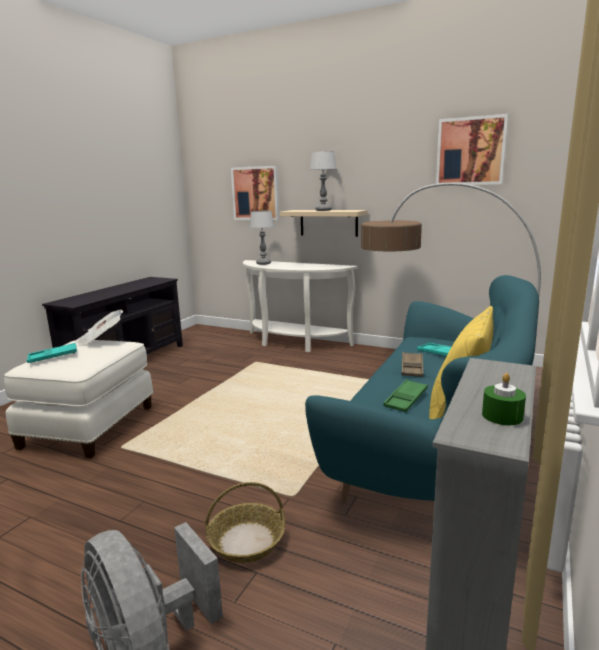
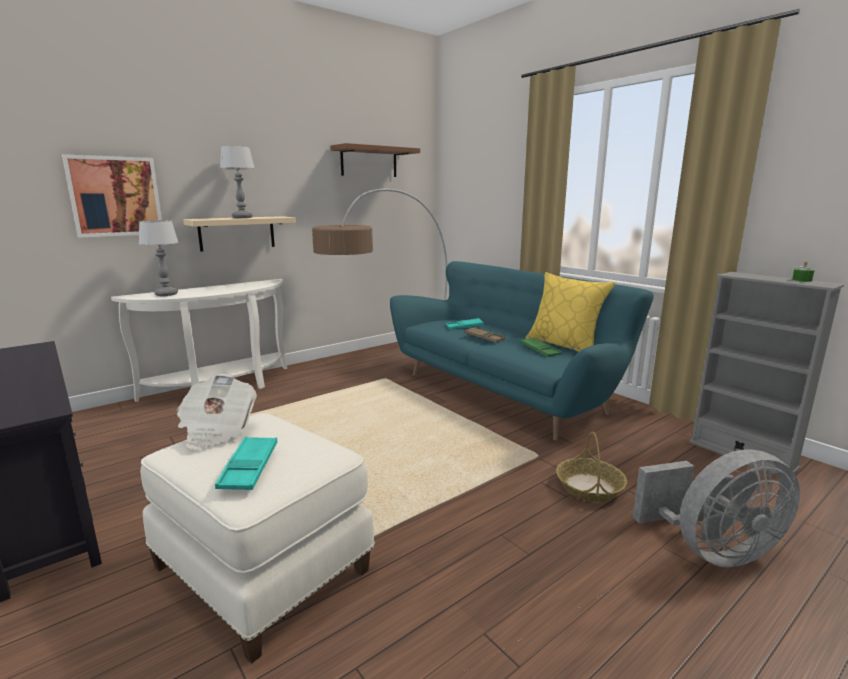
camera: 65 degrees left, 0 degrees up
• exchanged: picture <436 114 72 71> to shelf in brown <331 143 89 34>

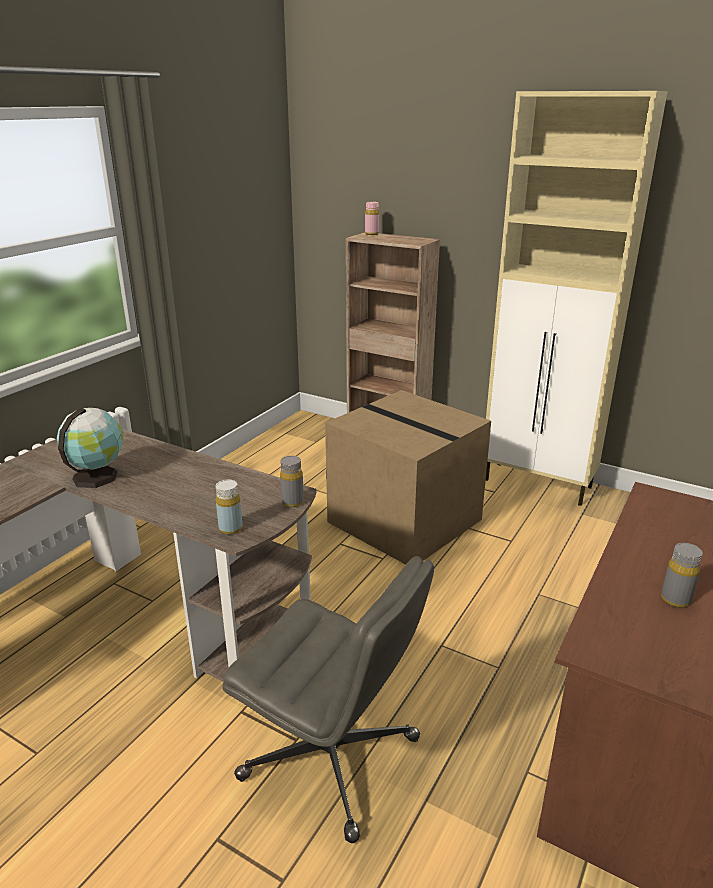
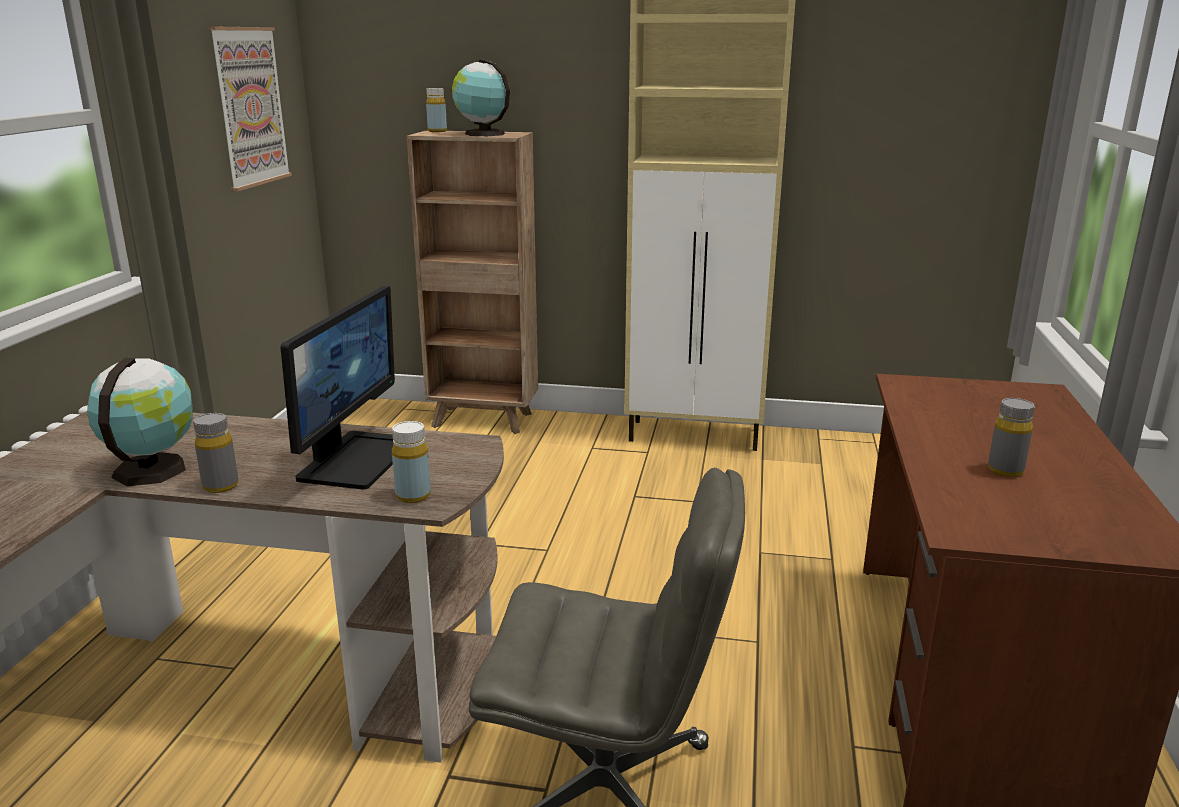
camera: 20 degrees left, 5 degrees down
• colour: bottle in pink <365 202 14 33> to bottle in yellow <426 88 21 44>
• missing: cardboard box <325 390 166 174>
• relocated: bottle in grey <280 456 24 51> to <193 413 46 80>
• appeared: picture <208 27 84 164>
• appeared: globe <452 60 58 76>
• appeared: monitor <281 286 114 204>

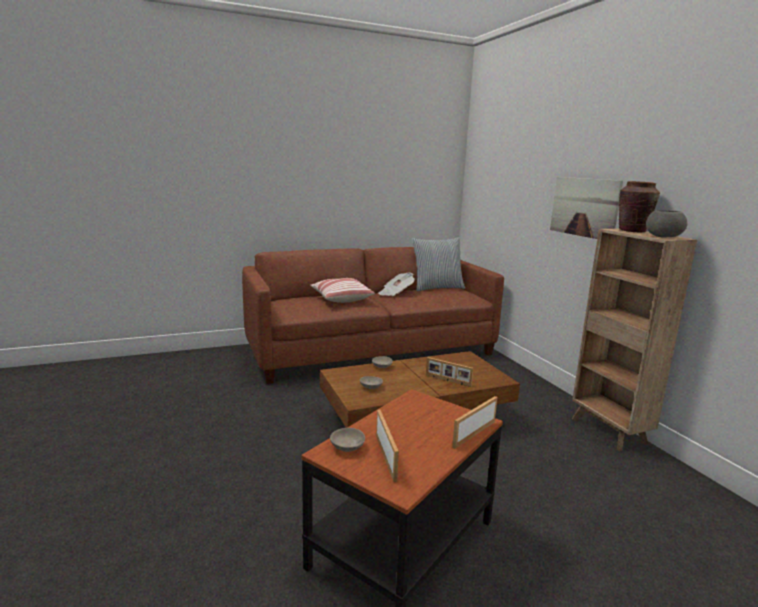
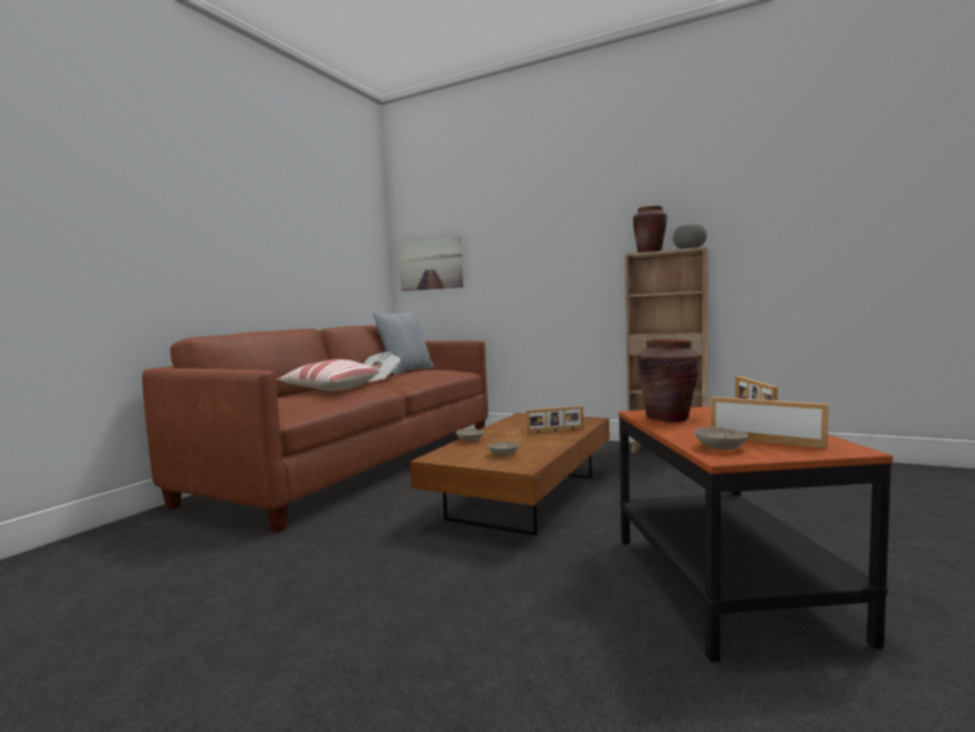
camera: 40 degrees left, 10 degrees down
• relocated: picture <550 177 73 62> to <399 237 64 54>
• appeared: vase in brown <638 339 62 83>

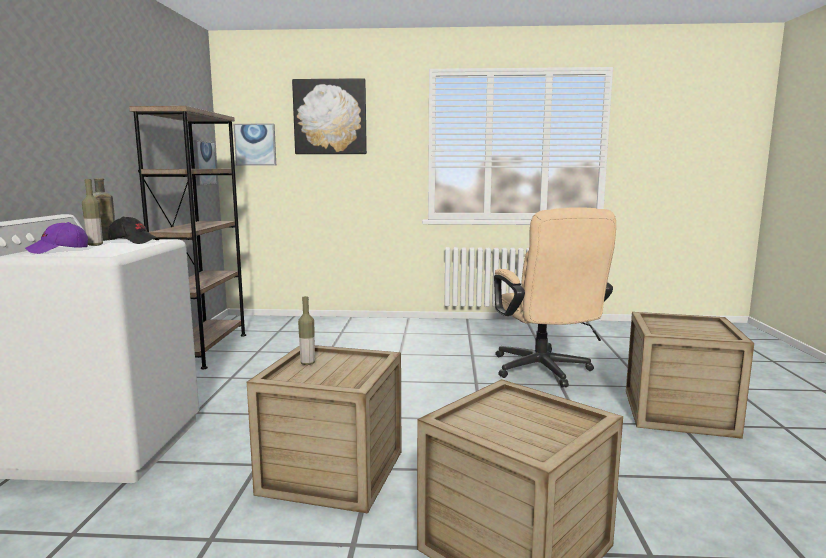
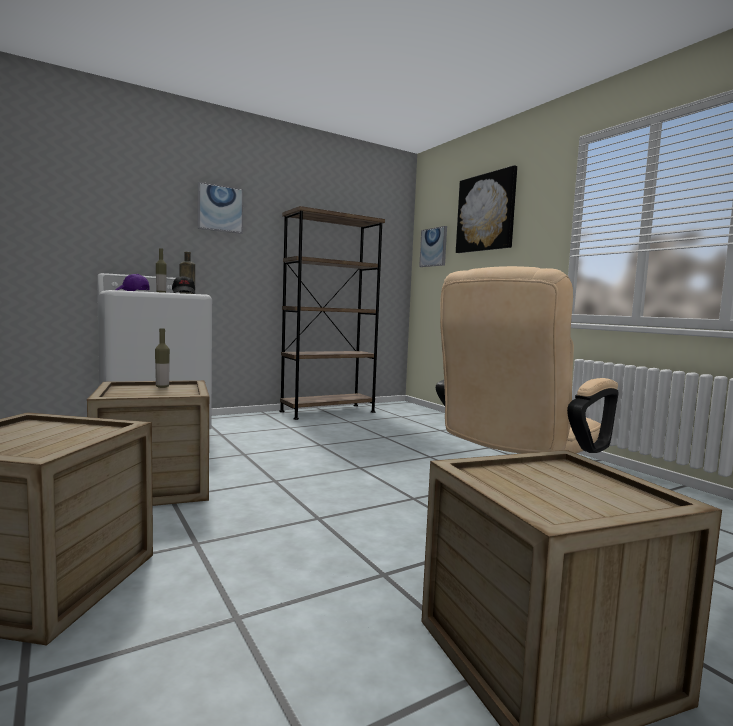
camera: 55 degrees right, 5 degrees down
• relocated: picture <193 140 24 45> to <198 182 45 52>

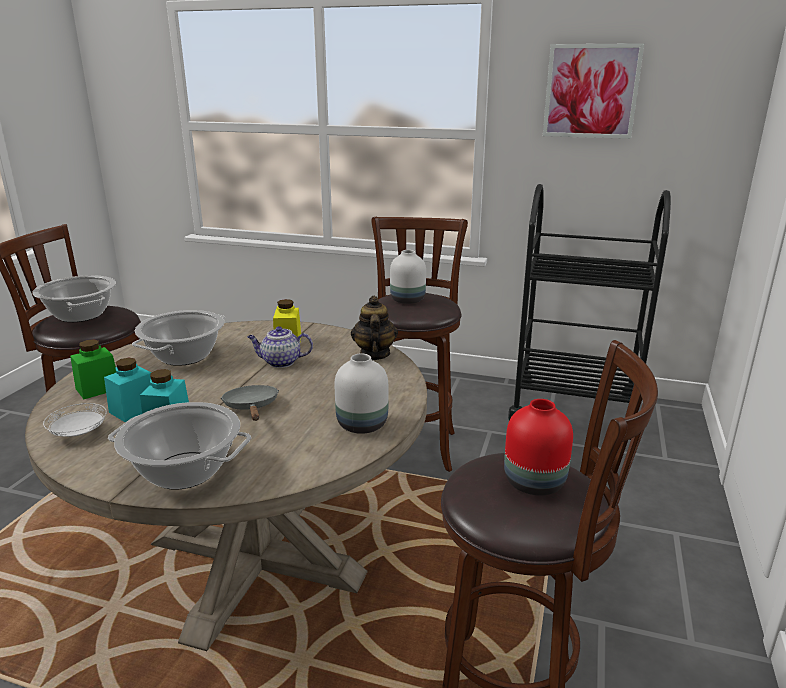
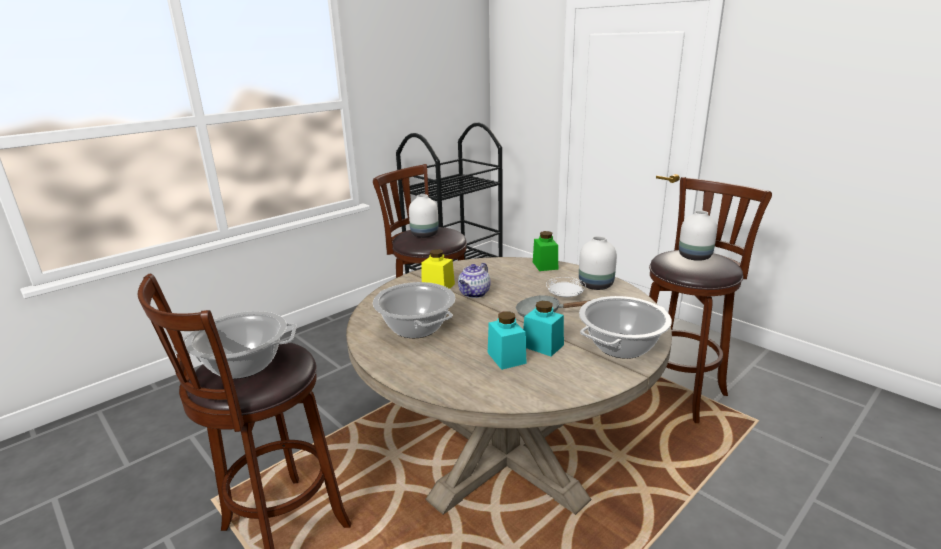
camera: 60 degrees left, 0 degrees up
• missing: picture <543 43 101 96>
• missing: teapot <351 296 47 64>
• relocated: jar in green <70 339 46 60> to <533 231 25 40>
• colour: vase in red <504 399 69 96> to vase in white <679 210 38 51>
• relocated: plate in white <43 403 64 34> to <546 277 40 20>

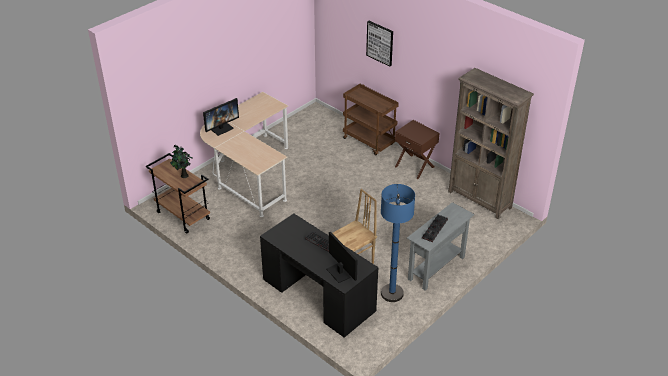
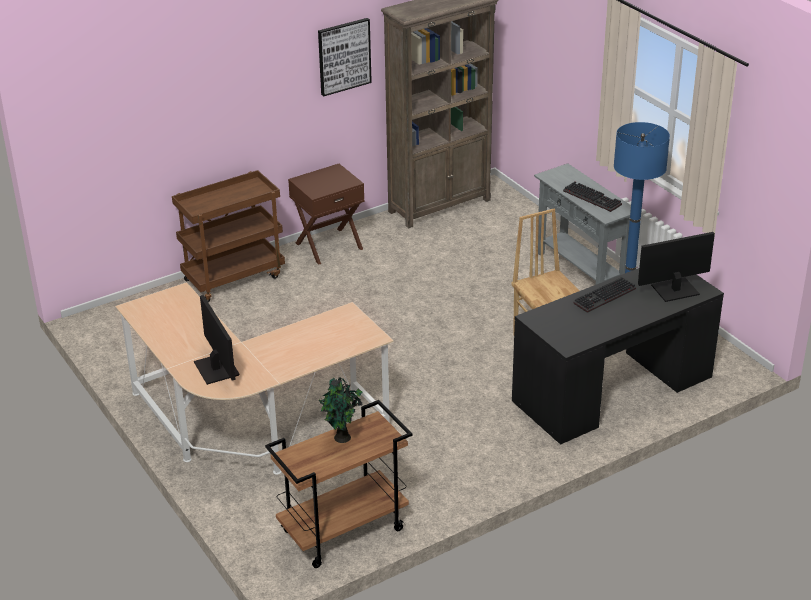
camera: 75 degrees left, 5 degrees down
• relocated: picture <366 21 27 46> to <318 18 54 78>

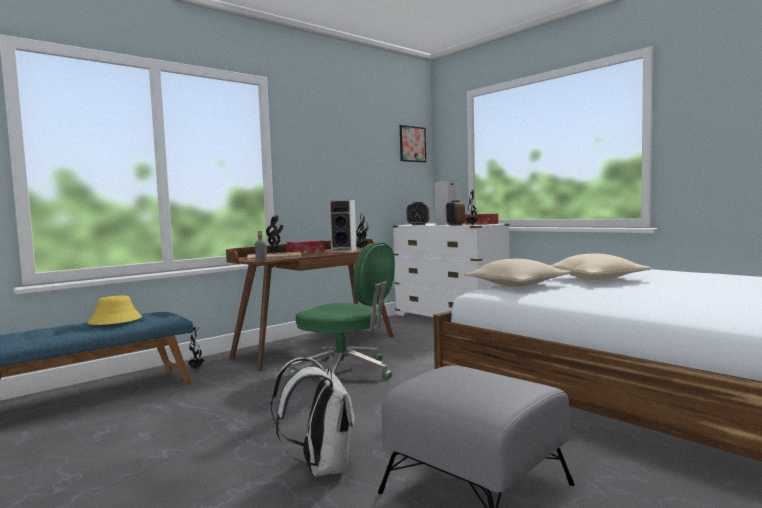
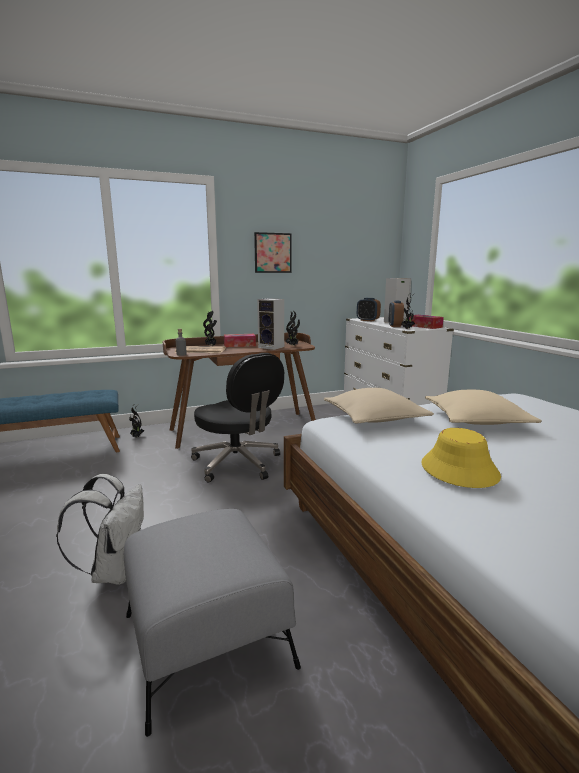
camera: 20 degrees right, 10 degrees up
• relocated: picture <400 125 26 37> to <254 232 38 41>
• colour: office chair in green <289 242 106 138> to office chair in black <191 353 93 130>
• relocated: hat in yellow <88 295 54 30> to <421 428 80 60>

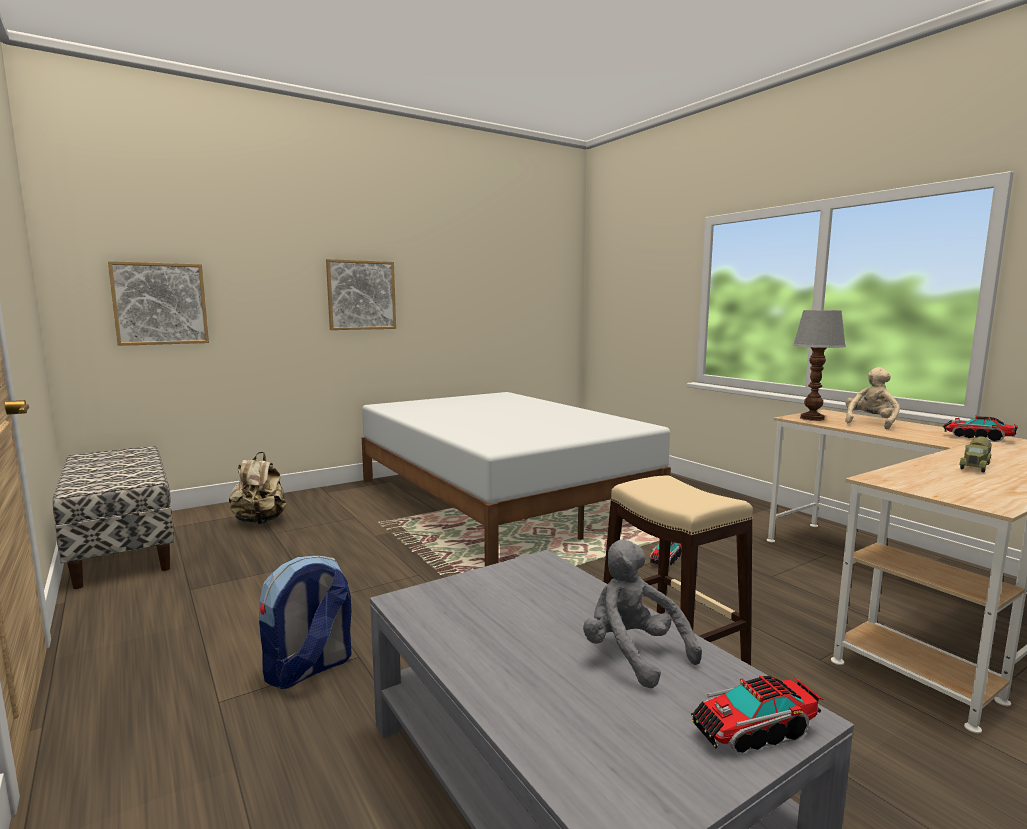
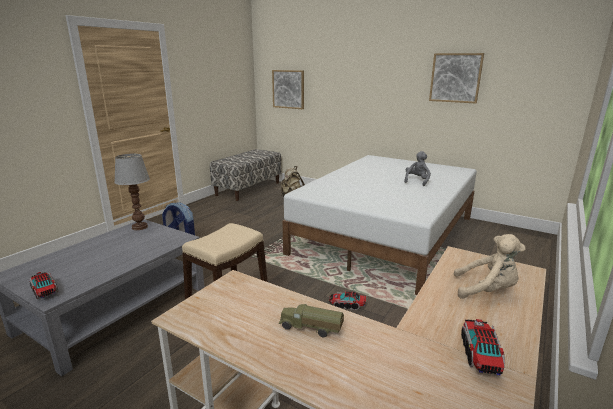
camera: 65 degrees right, 10 degrees up
• relocated: picture <326 259 70 71> to <429 53 55 50>
• relocated: table lamp <793 310 53 111> to <114 154 36 76>
• relocated: plush toy in grey <583 539 119 150> to <404 151 27 35>

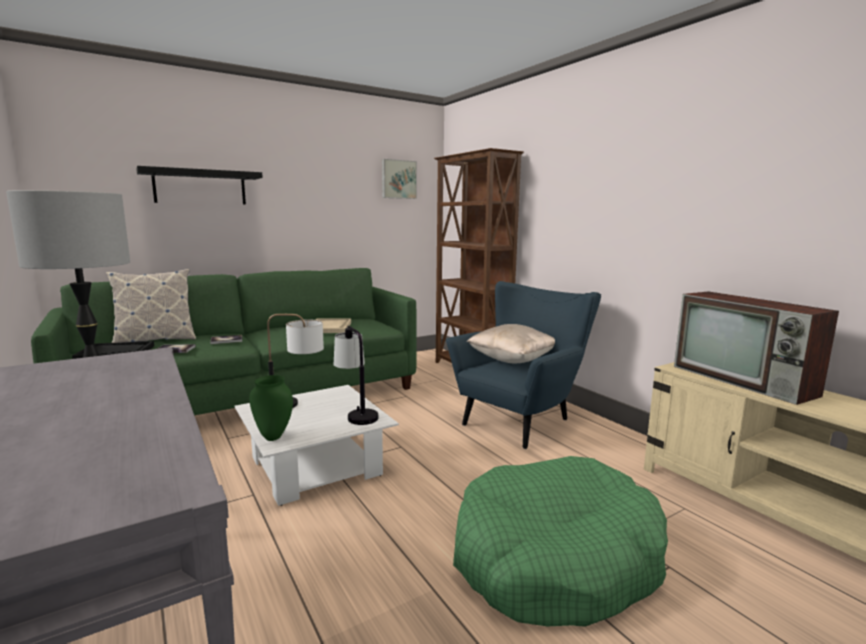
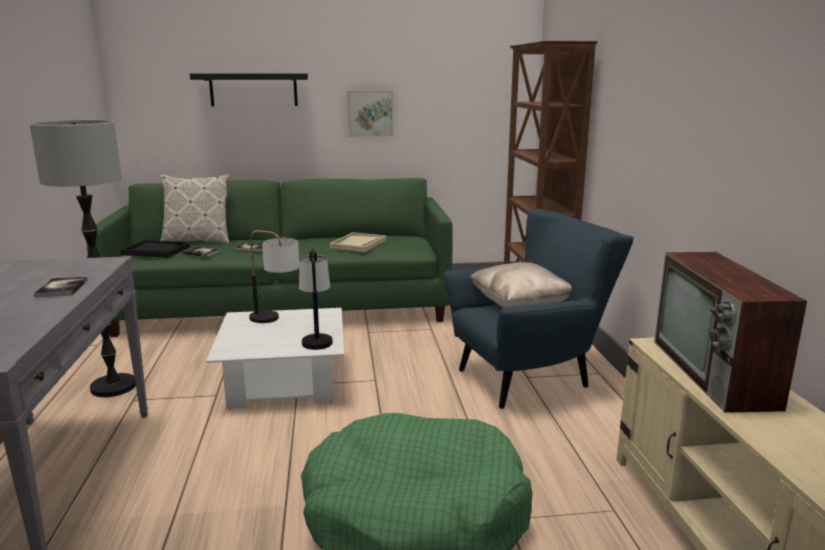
camera: 25 degrees right, 5 degrees up
• relocated: picture <382 159 35 40> to <347 91 46 46>
• missing: vase in green <250 375 43 66>
• appeared: book <34 277 54 21>

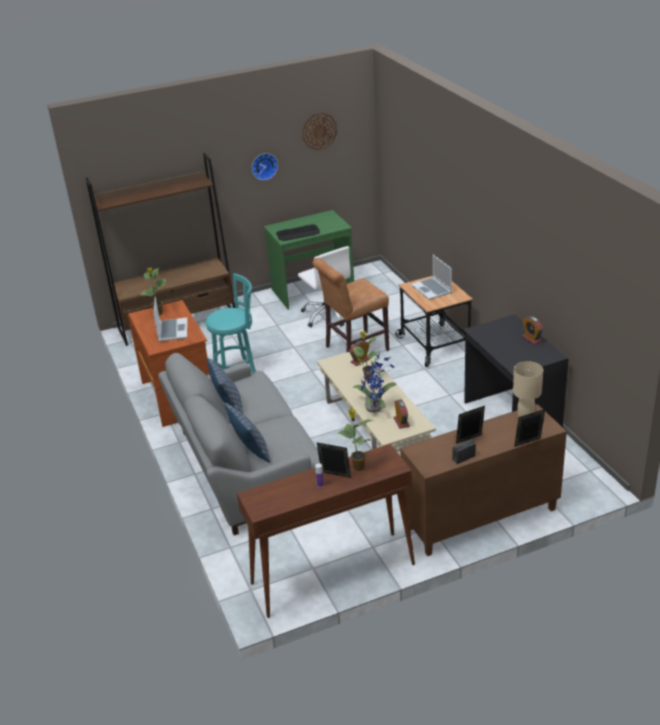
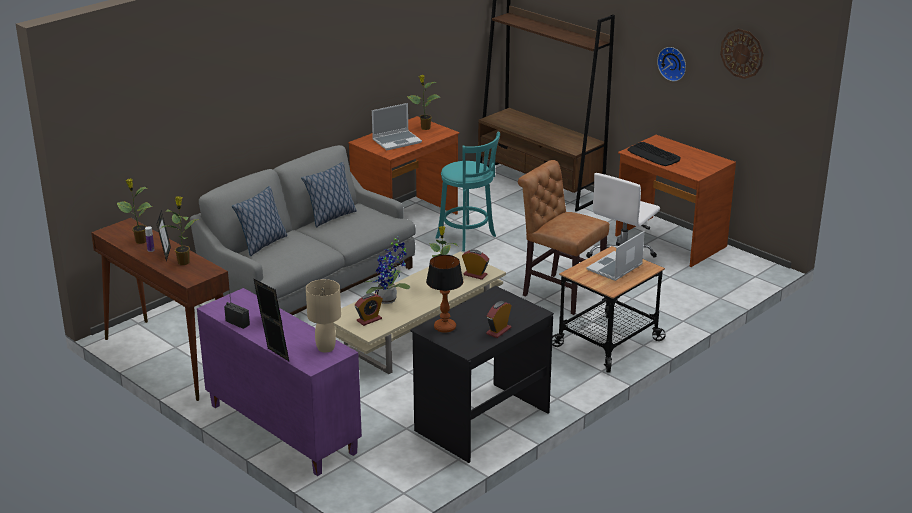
camera: 65 degrees right, 5 degrees down
• colour: desk in green <264 210 90 99> to desk in brown <615 135 121 132>
• colour: cabinet in brown <400 404 167 152> to cabinet in purple <197 288 165 188>
• appeared: potted plant <117 178 35 66>
• appeared: table lamp <426 255 37 78>

